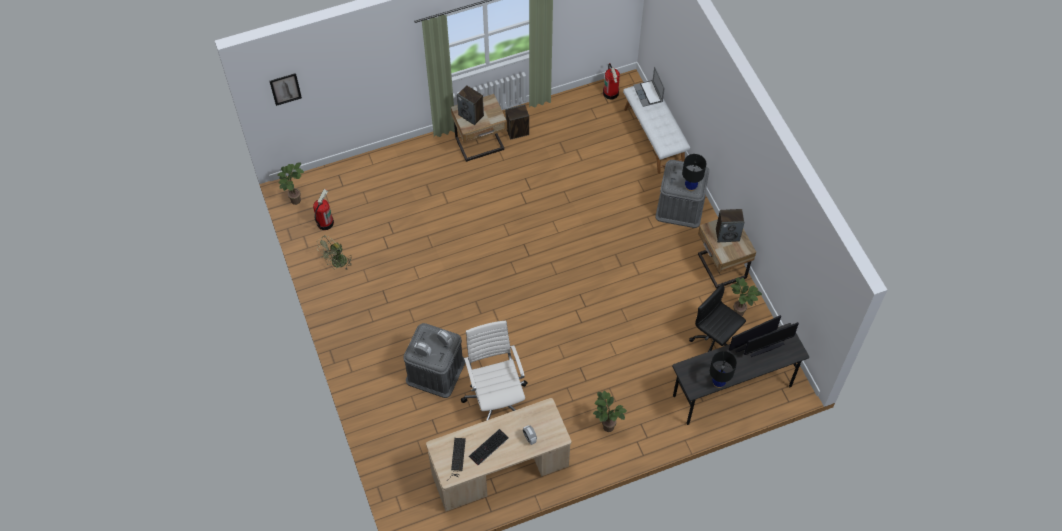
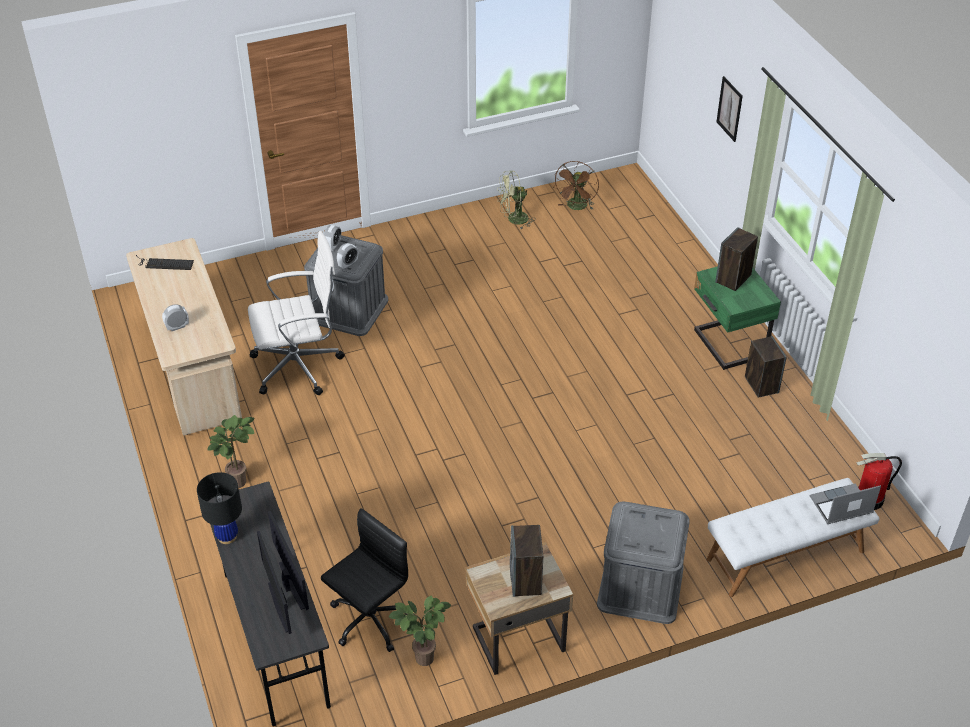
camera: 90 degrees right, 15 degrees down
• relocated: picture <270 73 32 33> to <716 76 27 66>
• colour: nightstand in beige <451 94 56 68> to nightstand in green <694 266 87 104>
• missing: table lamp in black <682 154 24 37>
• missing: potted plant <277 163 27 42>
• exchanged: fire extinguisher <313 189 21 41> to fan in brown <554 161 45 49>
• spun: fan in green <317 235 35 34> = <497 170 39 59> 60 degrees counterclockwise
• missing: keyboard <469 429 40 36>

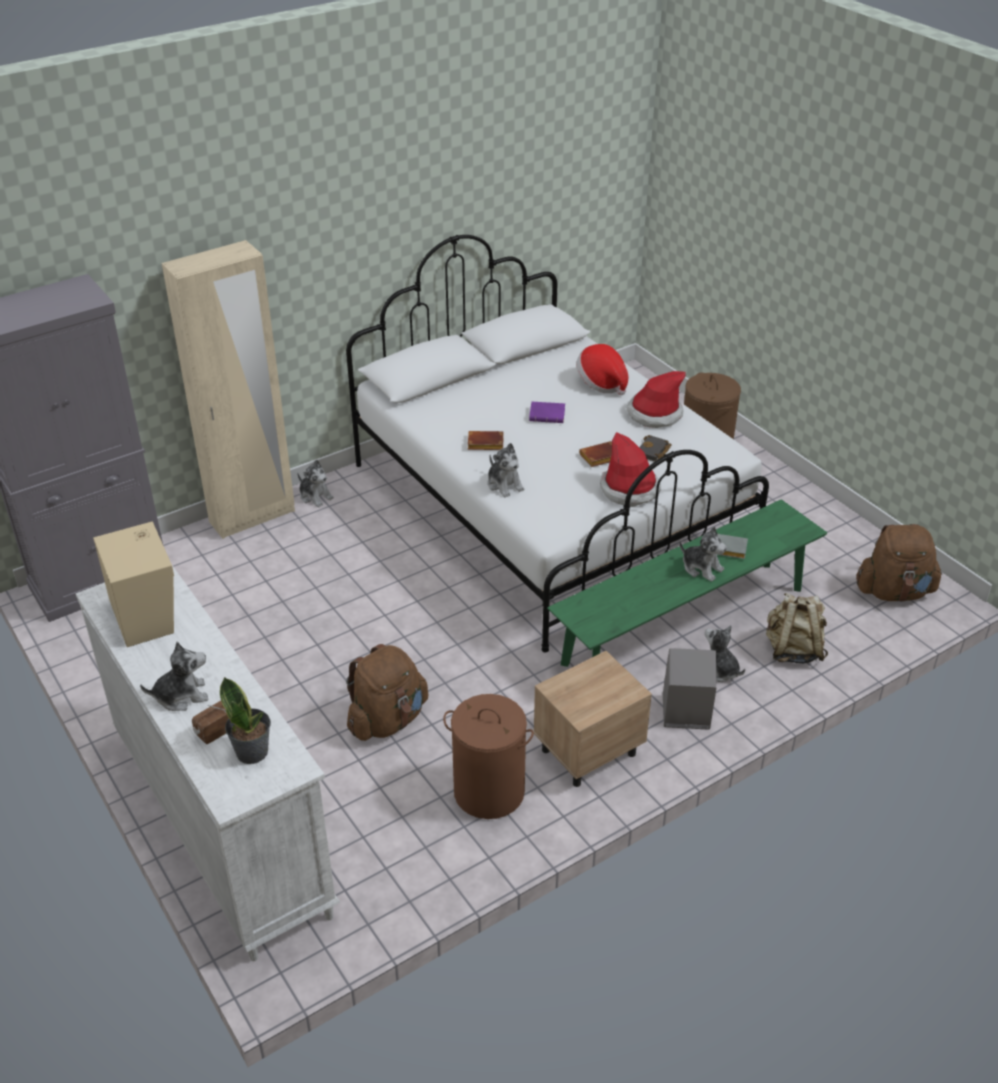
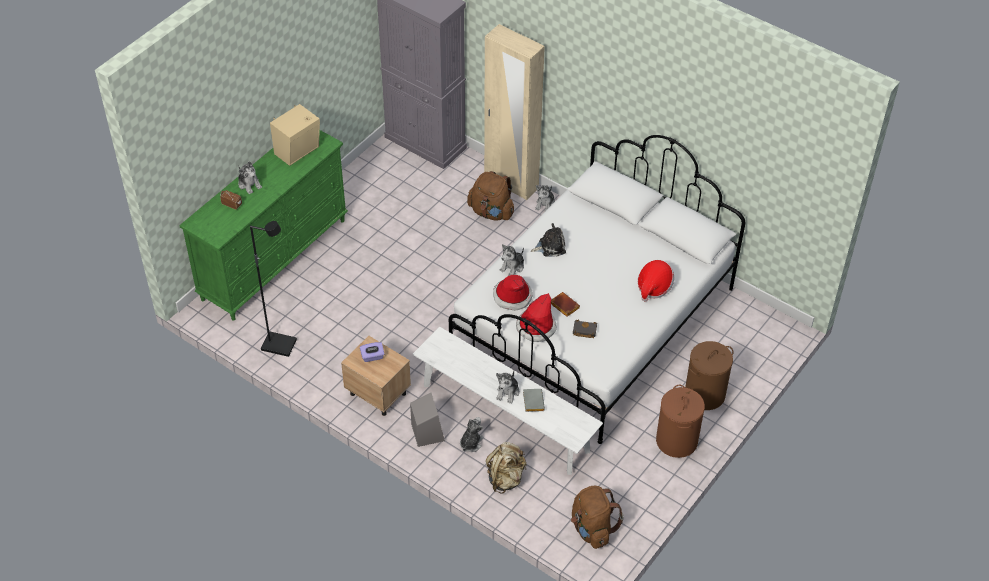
camera: 70 degrees right, 10 degrees up
• relocated: hat <626 371 60 57> to <493 275 40 36>
• missing: book in purple <529 402 36 21>
• exchanged: book in brown <468 431 36 19> to plush toy <531 223 35 34>
• colour: bench in green <547 499 280 168> to bench in white <413 327 190 148>
• colour: dresser in white <76 566 264 395> to dresser in green <179 130 169 191>
• relocated: backpack in brown <346 644 82 97> to <467 171 47 50>
• missing: potted plant <220 677 51 87>
• relocated: laundry basket in brown <443 694 91 125> to <656 385 49 73>
• appeared: floor lamp in black <250 221 47 136>
• appeared: tissue box in purple <360 342 24 20>

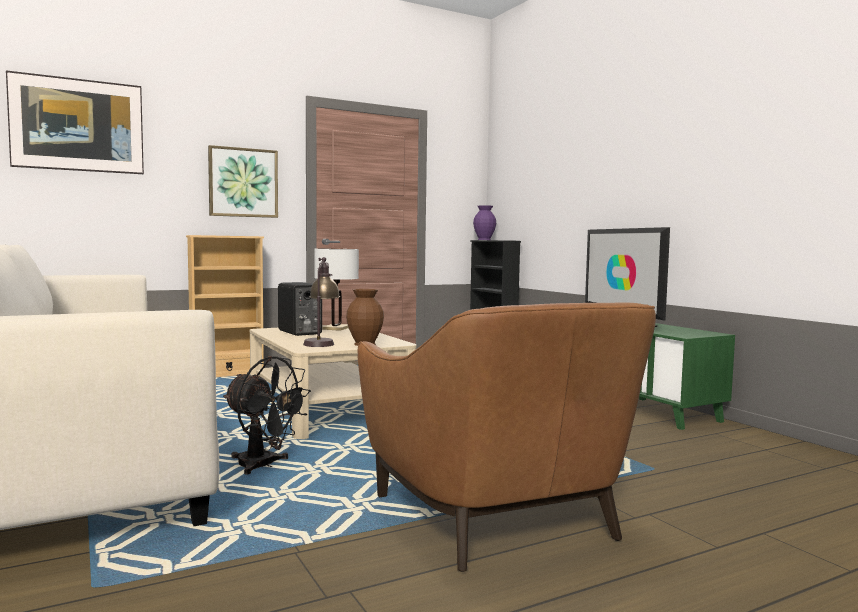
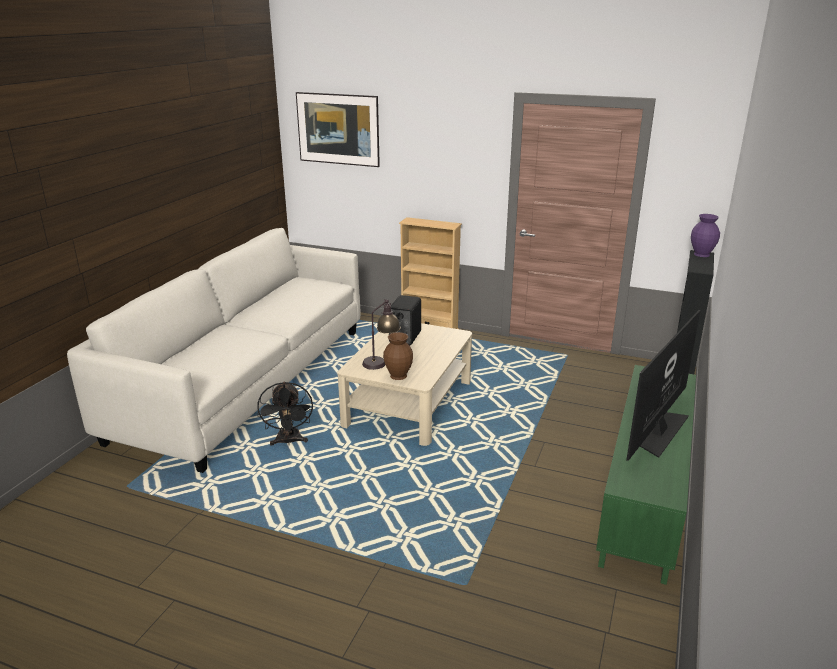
camera: 50 degrees right, 20 degrees up
• missing: picture <208 145 70 73>
• missing: table lamp in white <314 249 45 82>
• missing: armchair in brown <358 302 298 270>

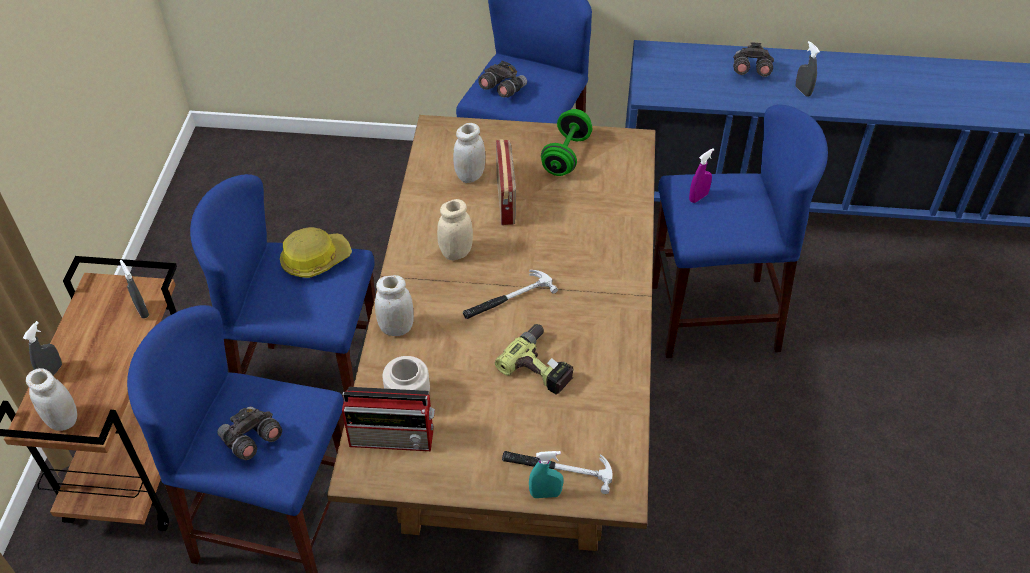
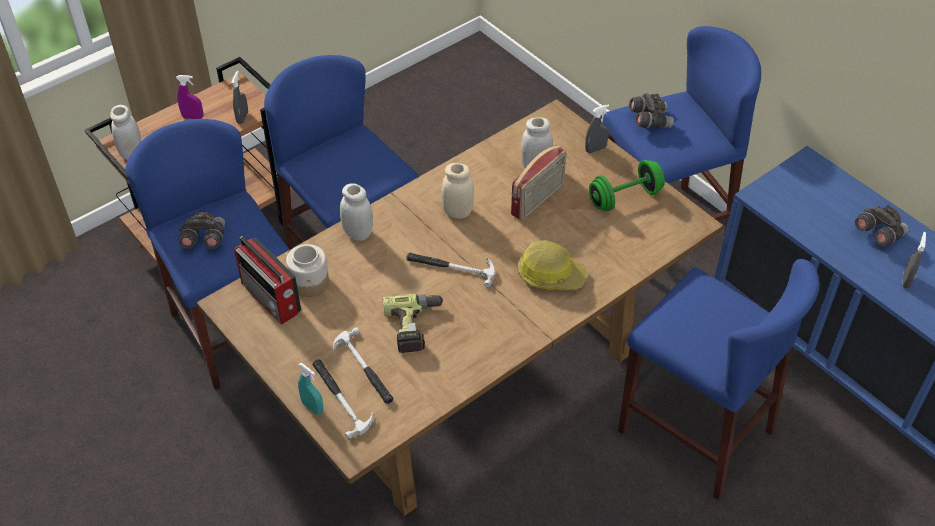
camera: 45 degrees right, 0 degrees up
• relocated: spray bottle in purple <689 148 25 55> to <176 75 27 44>
• relocated: hard hat <280 227 72 51> to <518 240 69 50>
• relocated: spray bottle in grey <23 321 39 55> to <585 104 24 49>
• appeared: hammer <333 327 60 77>

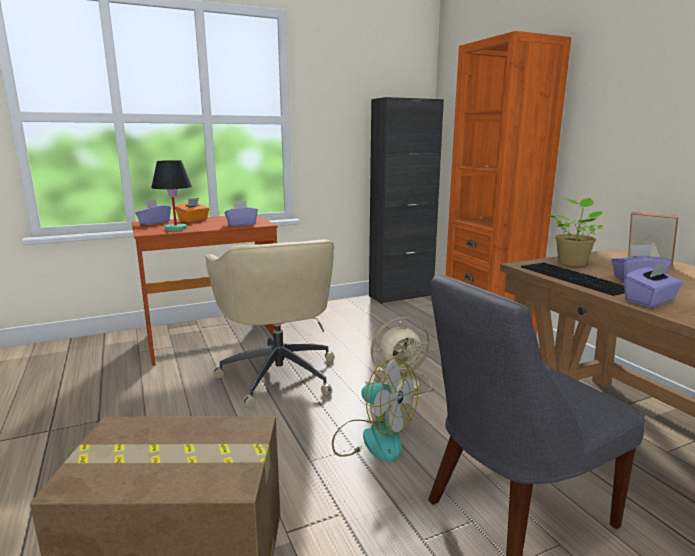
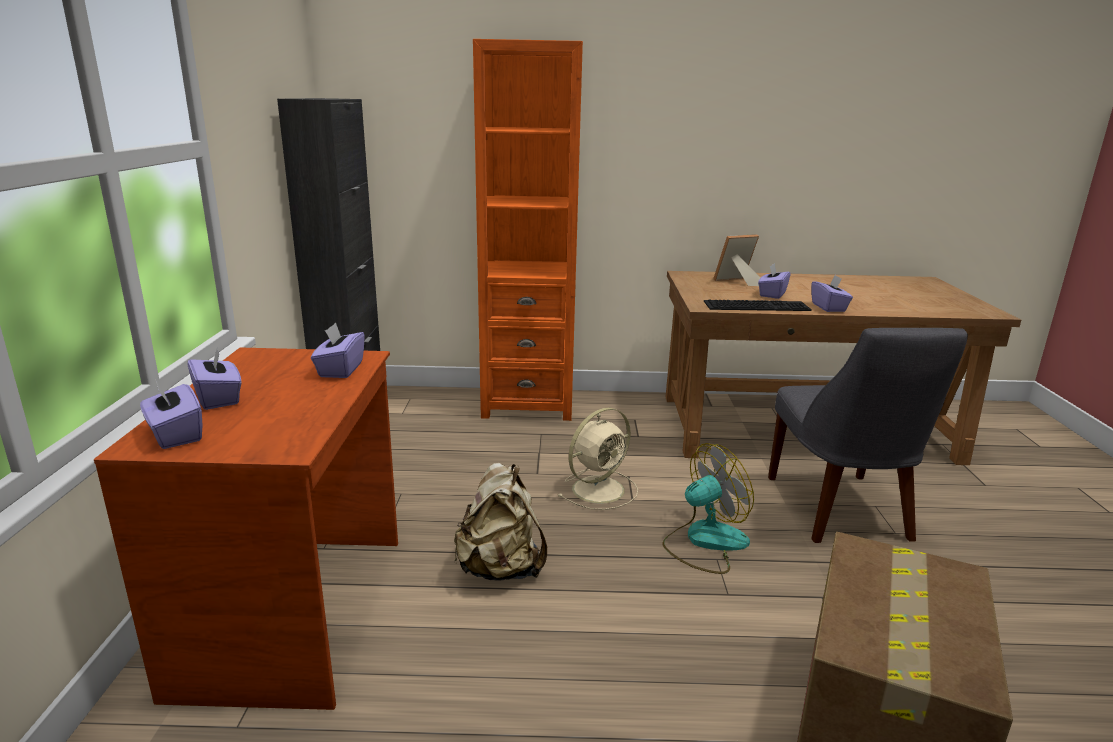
camera: 65 degrees left, 5 degrees up
• missing: table lamp in black <151 160 41 71>
• colour: tissue box in orange <175 198 34 24> to tissue box in purple <188 349 54 61>
• missing: potted plant <549 198 54 68>
• exchanged: office chair in beige <205 239 130 169> to backpack in beige <454 463 93 118>
• spun: fan in beige <365 317 67 81> = <557 407 81 103> 45 degrees clockwise

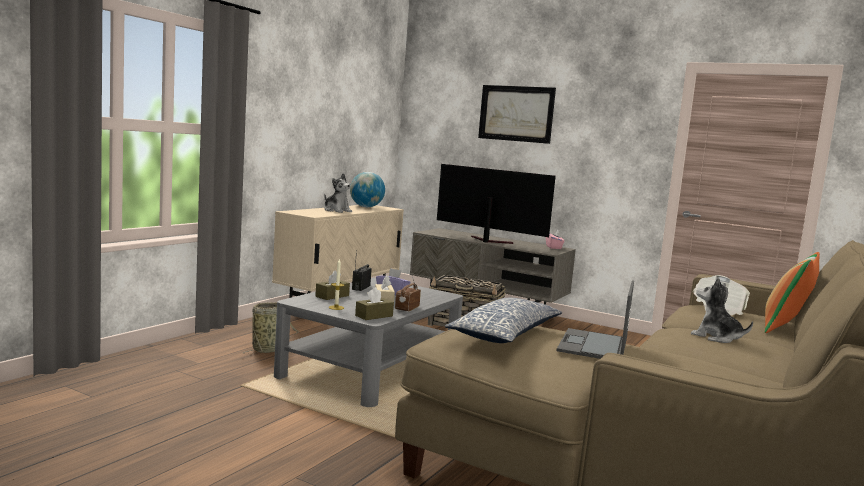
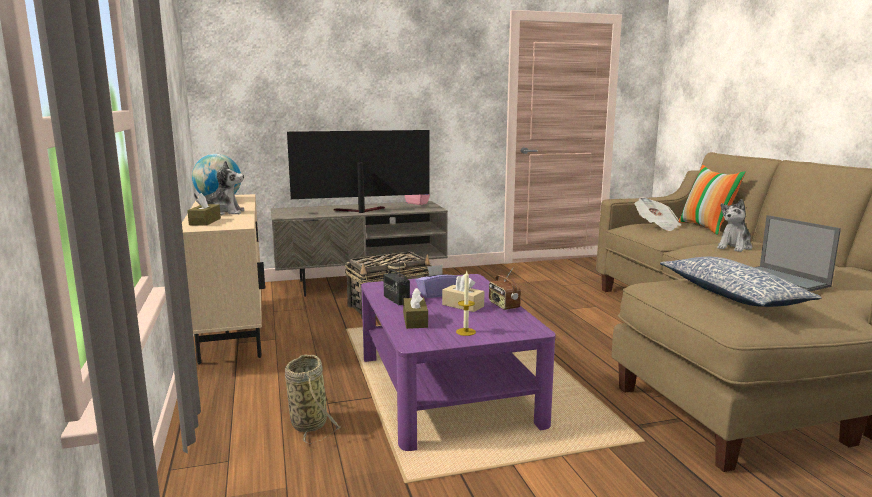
camera: 45 degrees left, 5 degrees up
• missing: picture <478 85 78 59>
• colour: coffee table in grey <274 278 189 129> to coffee table in purple <361 274 195 177>
• spun: plush toy <691 278 62 65> = <717 199 35 53> 45 degrees counterclockwise
• relocated: tissue box in brown <355 287 39 33> to <187 193 34 33>

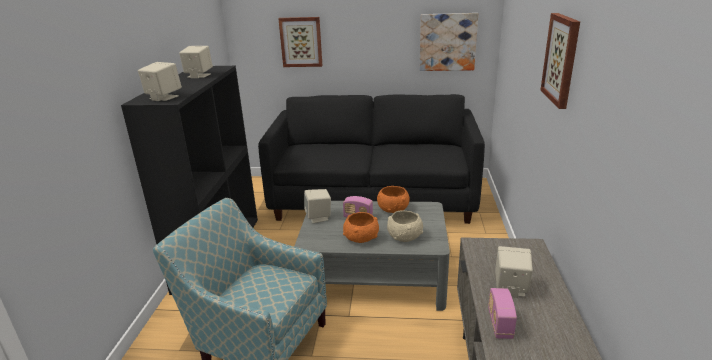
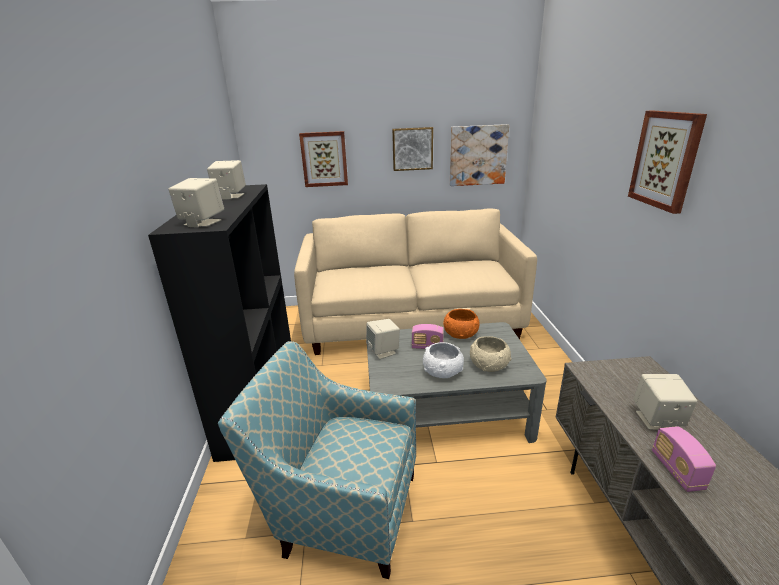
camera: 10 degrees left, 0 degrees up
• colour: sofa in black <258 94 227 130> to sofa in beige <294 208 243 147>
• colour: bowl in orange <343 212 36 31> to bowl in white <423 342 41 36>
• appeared: picture <392 127 41 44>

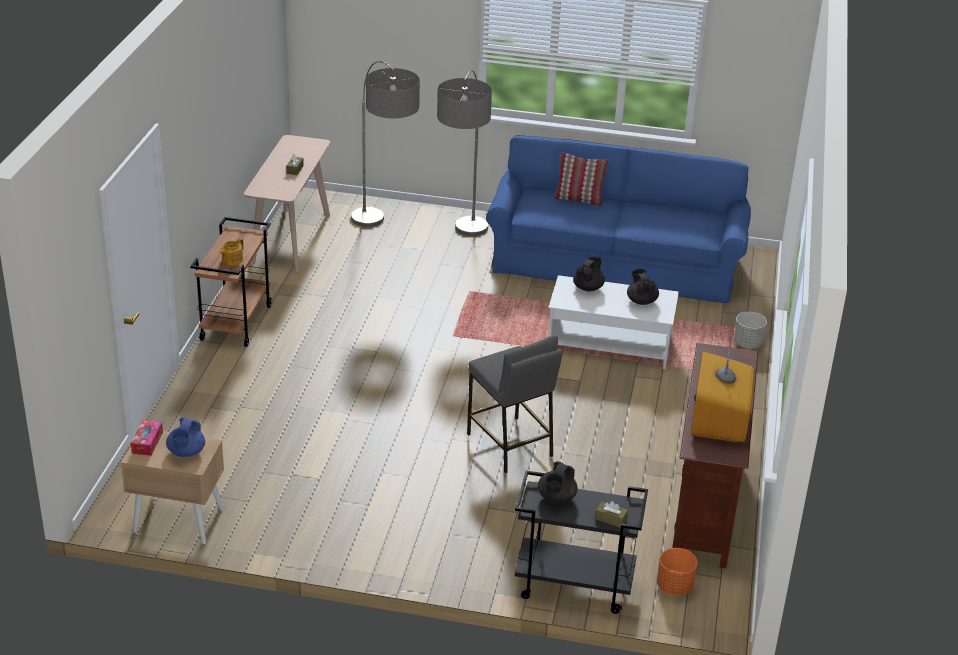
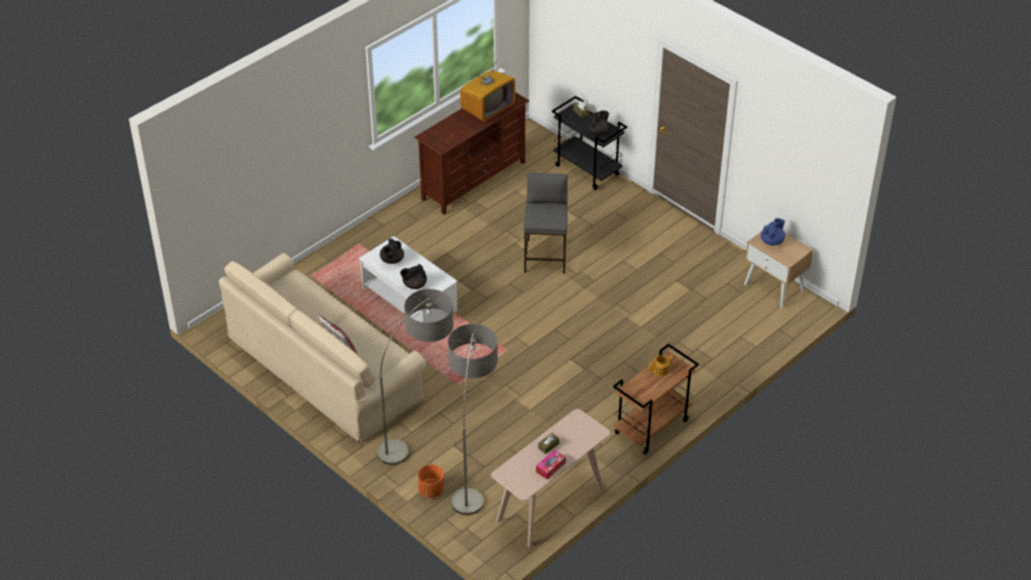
camera: 145 degrees left, 10 degrees up
• colour: sofa in blue <486 135 265 168> to sofa in beige <219 253 208 190>
• missing: planter in grey <733 312 34 36>
• relocated: tissue box <131 420 32 36> to <536 450 30 30>
• relocated: planter in orange <657 548 41 48> to <418 464 27 34>

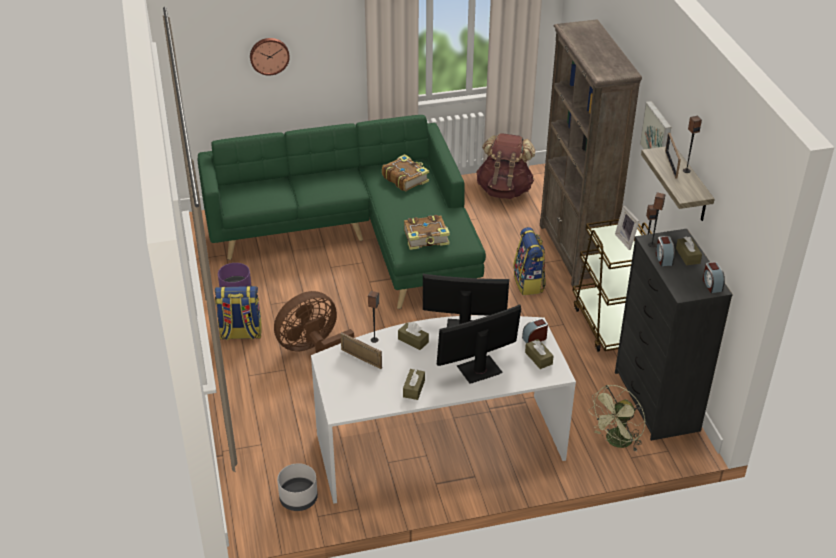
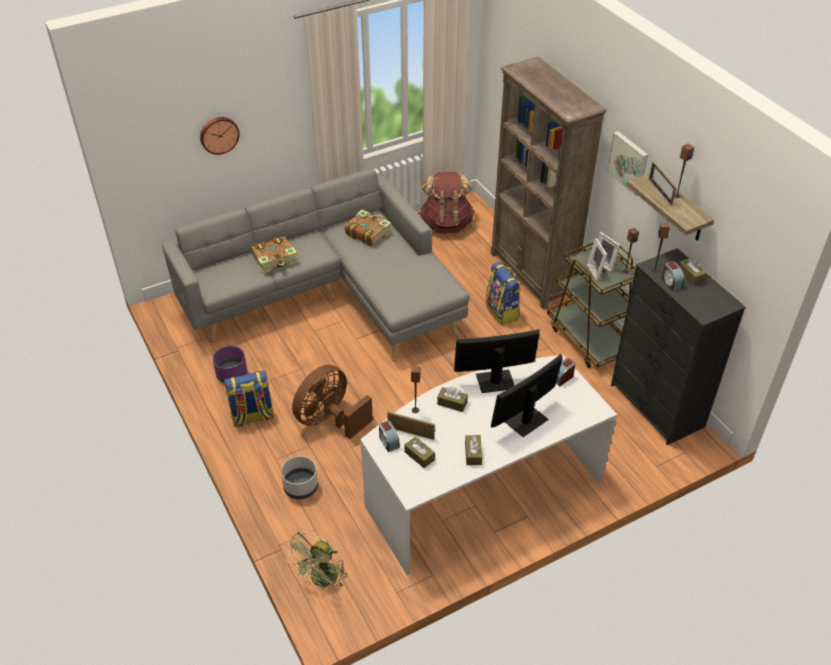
camera: 15 degrees left, 5 degrees up
• colour: sofa in green <198 115 288 194> to sofa in grey <162 168 307 193>
• relocated: book <404 215 46 35> to <251 237 47 37>
• relocated: alarm clock <703 262 22 31> to <379 420 20 32>
• relocated: tissue box in brown <525 339 29 30> to <404 437 31 31>
• relocated: fan in green <588 385 58 67> to <285 531 63 59>
• relocated: planter in grey <277 463 41 48> to <281 456 37 43>
• appeared: picture frame <587 238 20 43>

